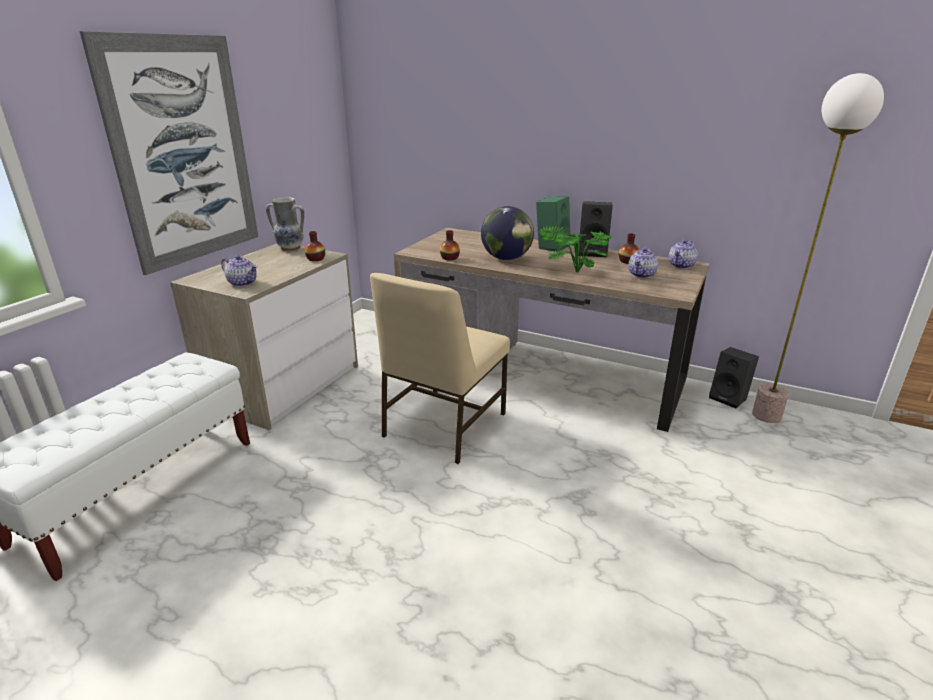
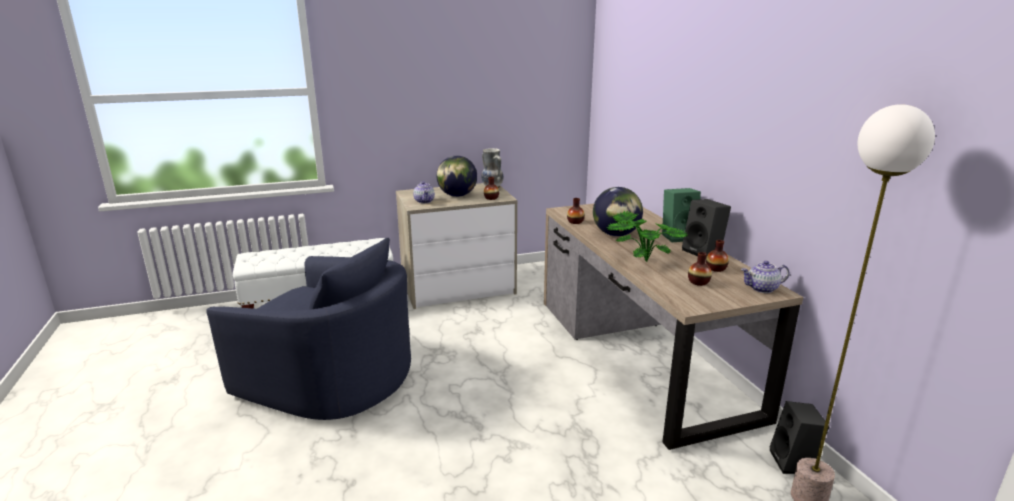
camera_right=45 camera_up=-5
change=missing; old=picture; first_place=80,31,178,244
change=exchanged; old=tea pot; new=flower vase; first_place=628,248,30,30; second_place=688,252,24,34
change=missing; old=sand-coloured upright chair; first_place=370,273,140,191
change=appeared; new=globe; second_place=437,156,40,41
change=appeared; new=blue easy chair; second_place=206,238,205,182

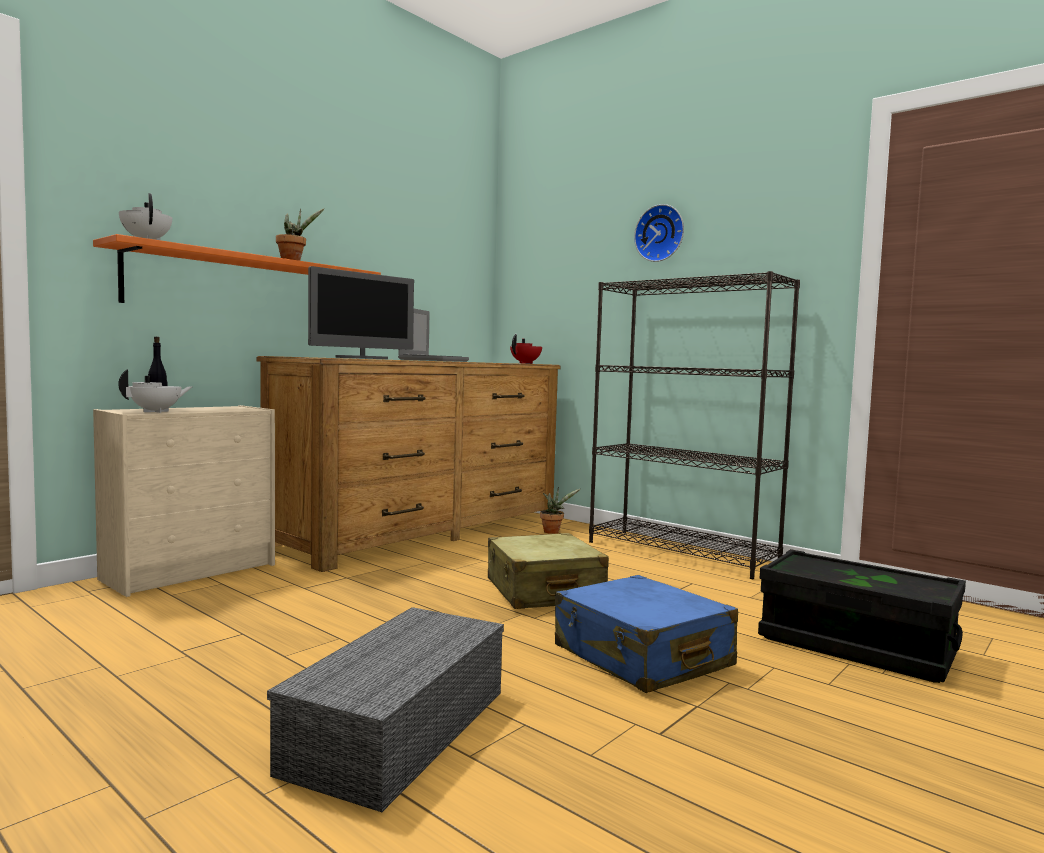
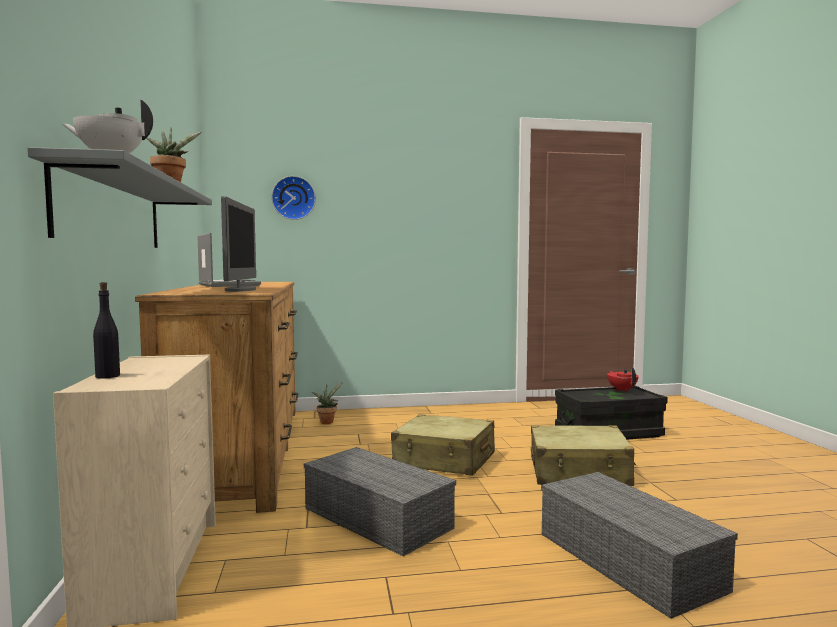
camera_right=-50 camera_up=0
change=relocated; old=clock on the wall; first_place=634,204,50,58; second_place=271,176,45,44
change=colour; old=orange-coloured bracket shelf; new=gray bracket shelf; first_place=93,234,288,69; second_place=27,147,185,101
change=missing; old=black shelving unit; first_place=589,271,211,308
change=relocated; old=red tea pot; first_place=510,334,32,30; second_place=607,367,32,25
change=missing; old=white tea pot; first_place=118,369,74,44
change=colour; old=blue travel case; new=sand-coloured travel case; first_place=555,575,183,118; second_place=531,425,105,61
change=appeared; new=gray storage container; second_place=304,447,152,109

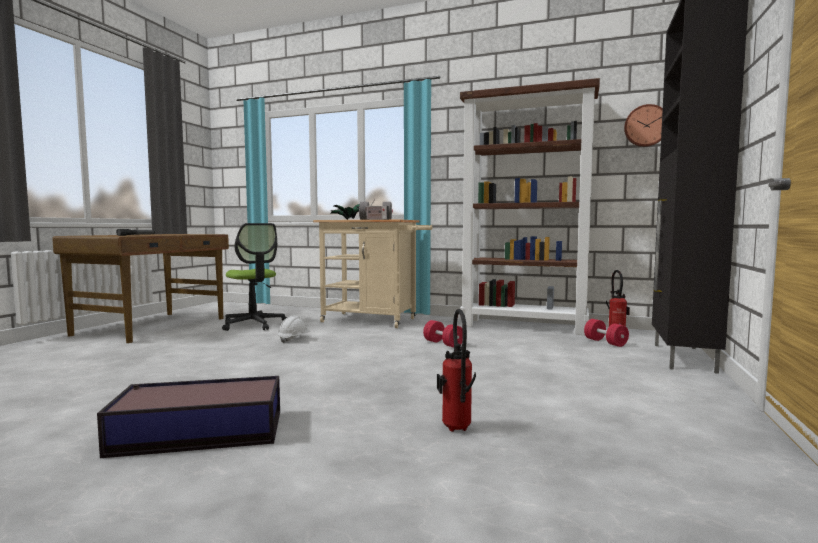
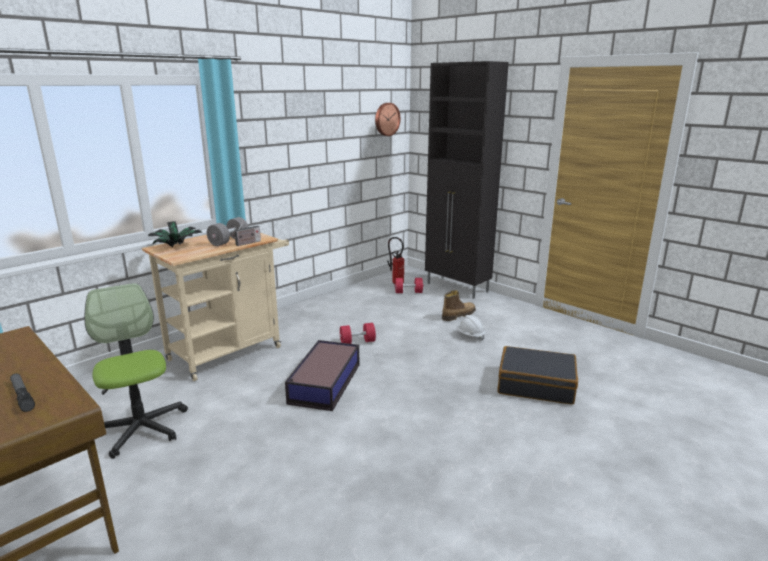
camera_right=-65 camera_up=15
change=missing; old=brownish shelving unit; first_place=460,78,140,257
change=spun; old=desk chair; first_place=222,223,65,108; second_place=84,283,104,176; degrees=-105
change=exchanged; old=extinguisher; new=black travel case; first_place=437,309,39,123; second_place=497,346,81,58
change=relocated; old=white work helmet; first_place=278,316,32,27; second_place=456,315,30,26
change=relocated; old=storage container; first_place=97,376,183,82; second_place=285,340,75,71
change=appeared; new=tall boot; second_place=442,290,34,31

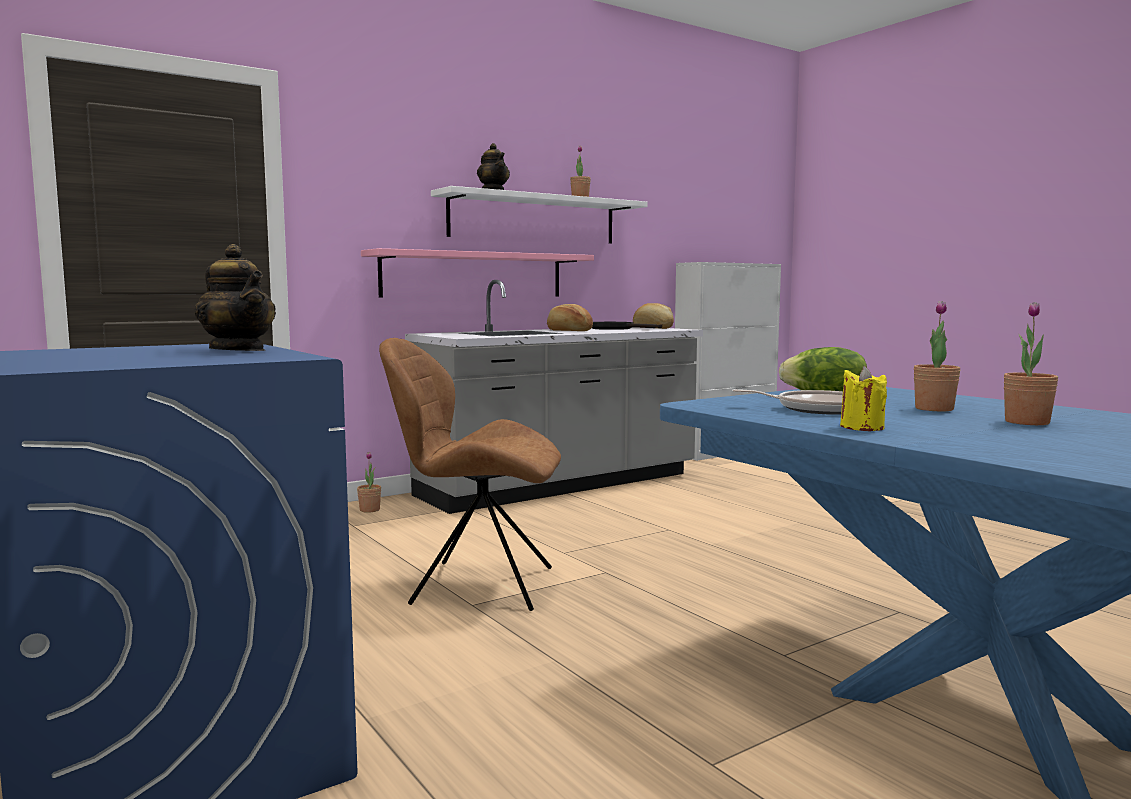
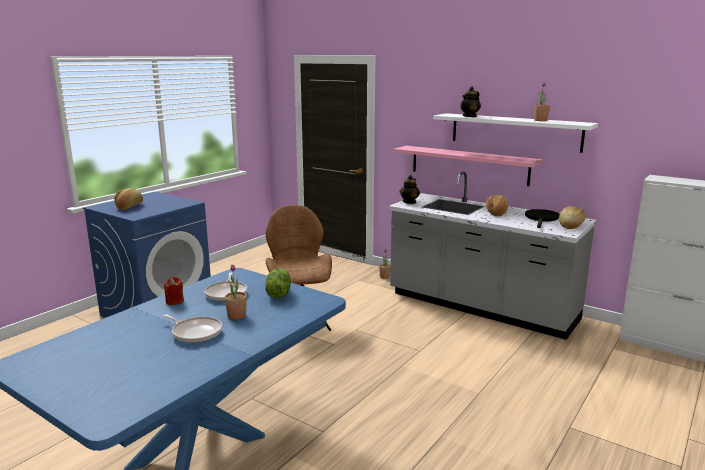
camera_right=70 camera_up=10
change=relocated; old=tea pot; first_place=195,244,81,107; second_place=400,175,20,29
change=exchanged; old=plant in a pot; new=frying pan; first_place=1003,302,55,123; second_place=162,314,60,29
change=colour; old=yellowish candle; new=red candle; first_place=840,366,47,65; second_place=163,277,21,28
change=appeared; new=bakery bread; second_place=114,188,29,22

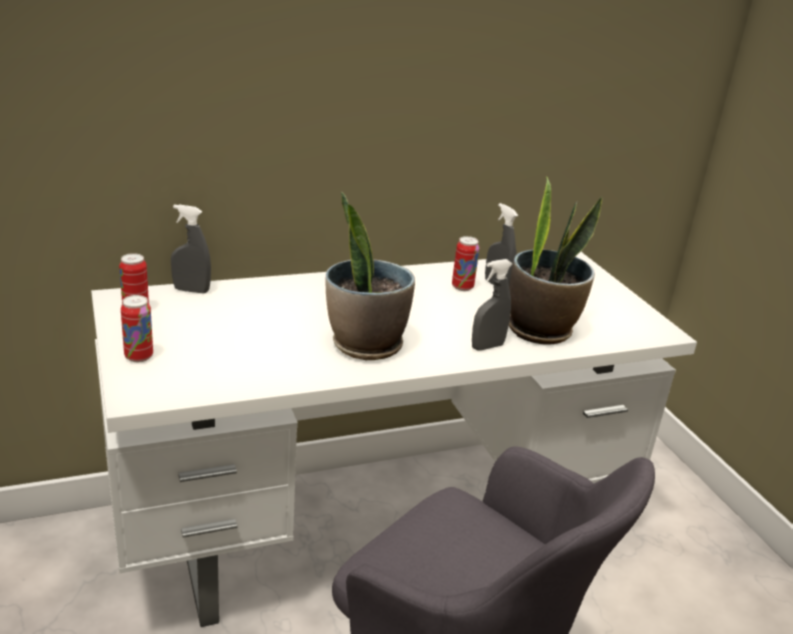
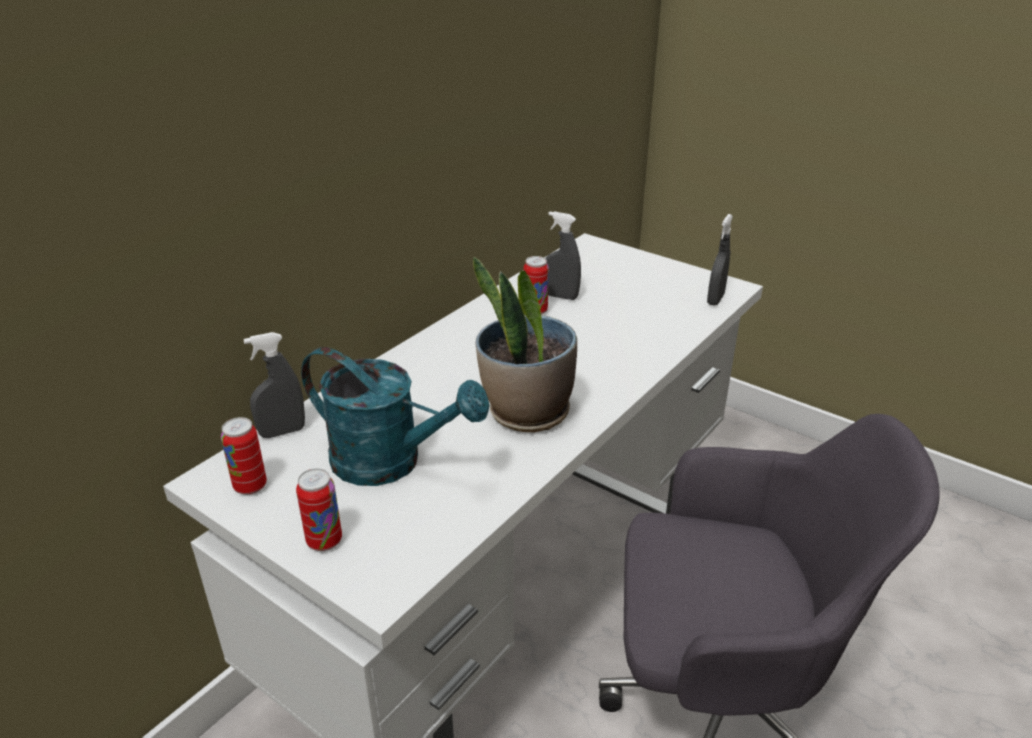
camera_right=-30 camera_up=5
change=missing; old=plant in a pot; first_place=509,176,93,168
change=relocated; old=gray sprayer; first_place=472,259,41,92; second_place=707,214,26,92
change=appeared; new=blue-green sprinkling can; second_place=301,347,189,139

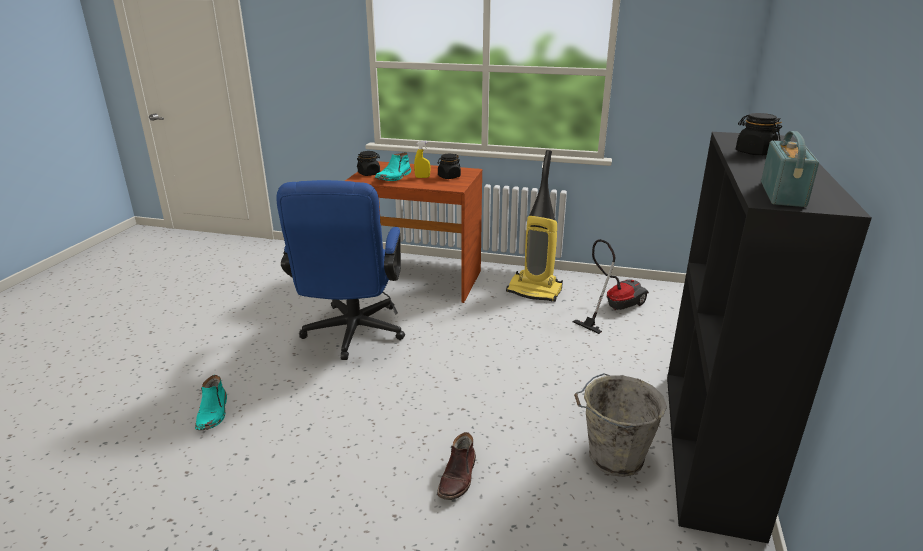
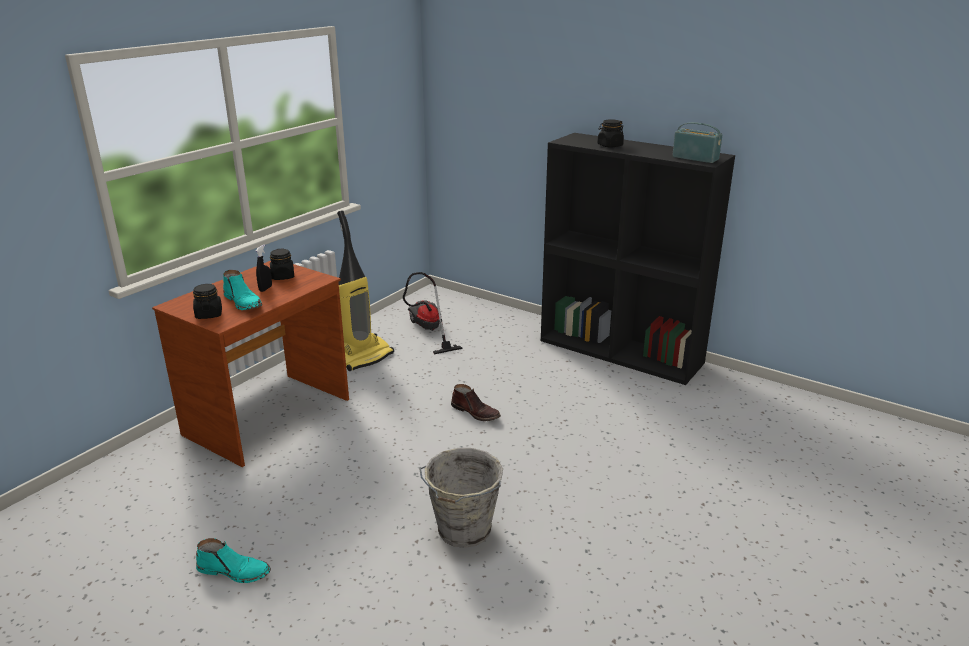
camera_right=-70 camera_up=0
change=colour; old=yellowish sprayer; new=black sprayer; first_place=414,141,16,37; second_place=256,244,16,48
change=missing; old=blue desk chair; first_place=277,180,128,180
change=relocated; old=gray bucket; first_place=574,373,93,104; second_place=419,448,84,100
change=relocated; old=blue-green tall boot; first_place=195,375,32,55; second_place=196,538,75,45
change=relocated; old=brownish tall boot; first_place=437,432,39,68; second_place=451,384,50,37

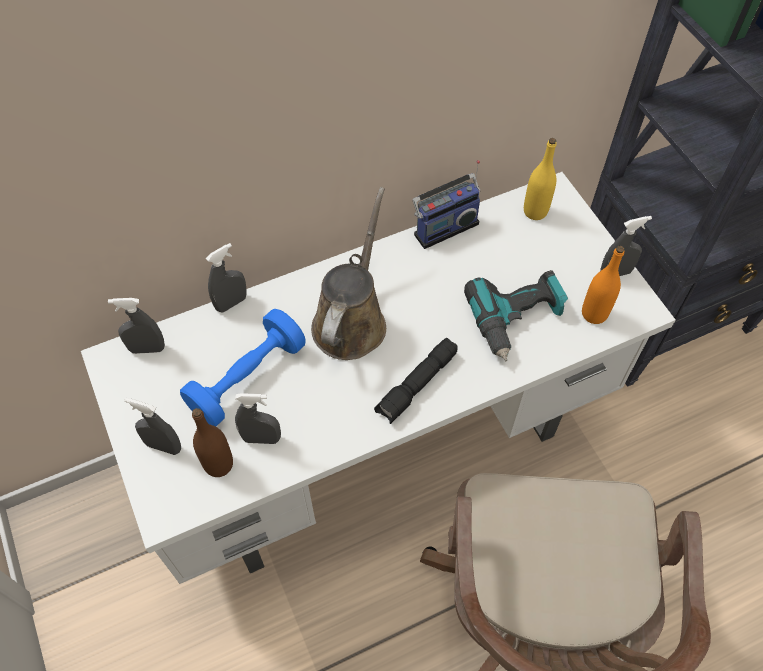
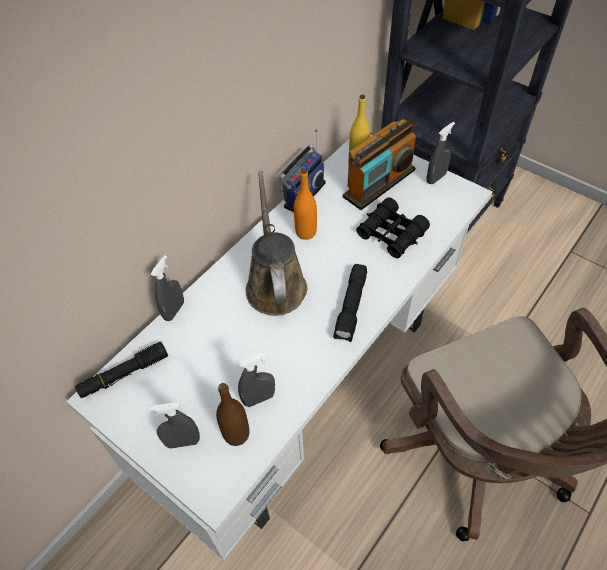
camera_right=-25 camera_up=-5
change=relocated; old=orange-coloured drink bottle; first_place=582,246,42,78; second_place=294,168,23,72
change=exchanged; old=drill; new=black binoculars; first_place=464,270,104,92; second_place=356,197,74,61
change=exchanged; old=gray sprayer; new=black flashlight; first_place=108,298,57,56; second_place=75,342,93,56
change=missing; old=blue dumbbell; first_place=180,309,126,118
change=appeared; new=radio receiver; second_place=343,116,75,94

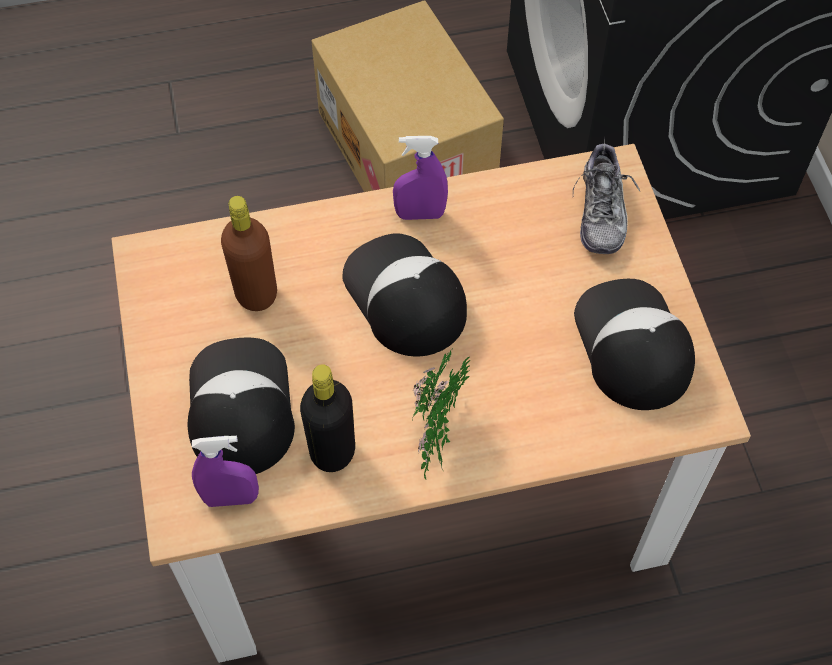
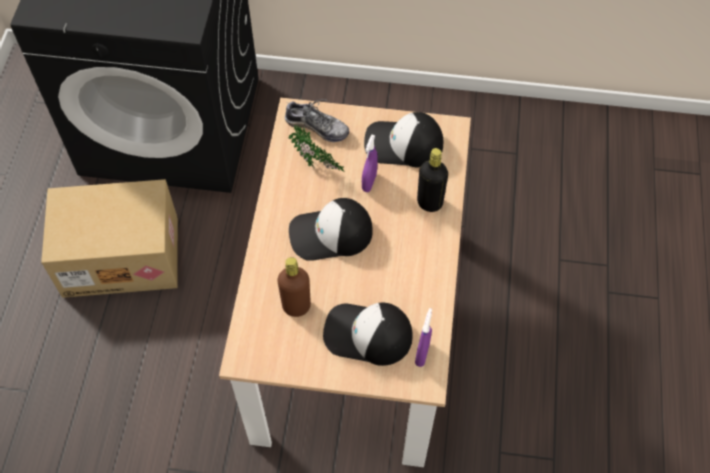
camera_right=-70 camera_up=0
change=relocated; old=purple sprayer; first_place=393,136,55,84; second_place=362,134,16,58
change=relocated; old=plant in a pot; first_place=412,348,59,132; second_place=289,125,55,47
change=relocated; old=black drink bottle; first_place=300,364,55,108; second_place=417,148,31,64

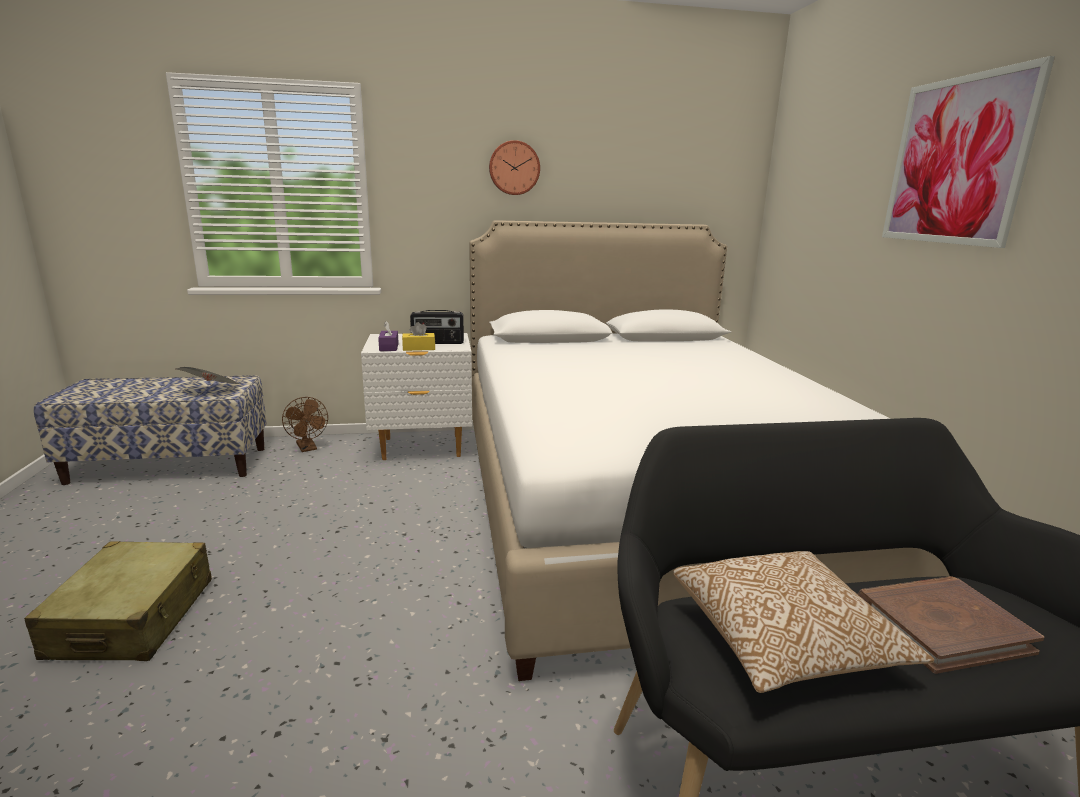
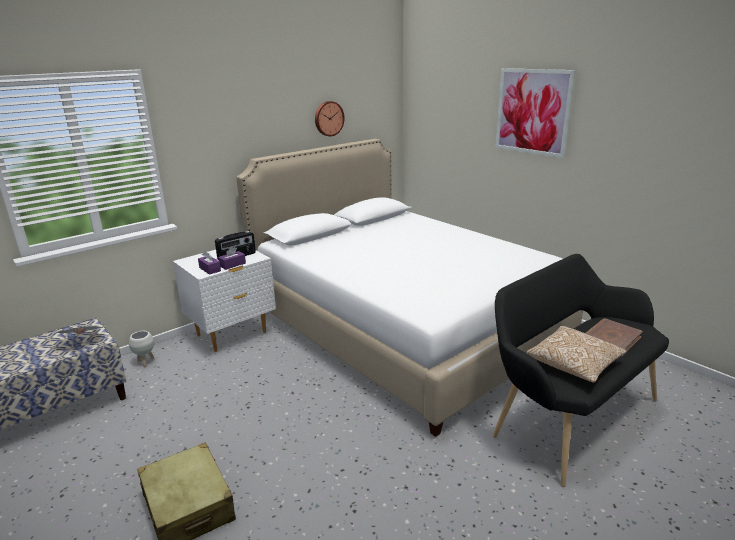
camera_right=-30 camera_up=5
change=relocated; old=clock on the wall; first_place=489,140,51,55; second_place=315,101,30,35
change=colour; old=yellowish box of tissues; new=purple box of tissues; first_place=402,322,33,29; second_place=218,247,28,23
change=exchanged; old=brownish cooling fan; new=white flower pot; first_place=282,397,46,55; second_place=129,331,26,36

